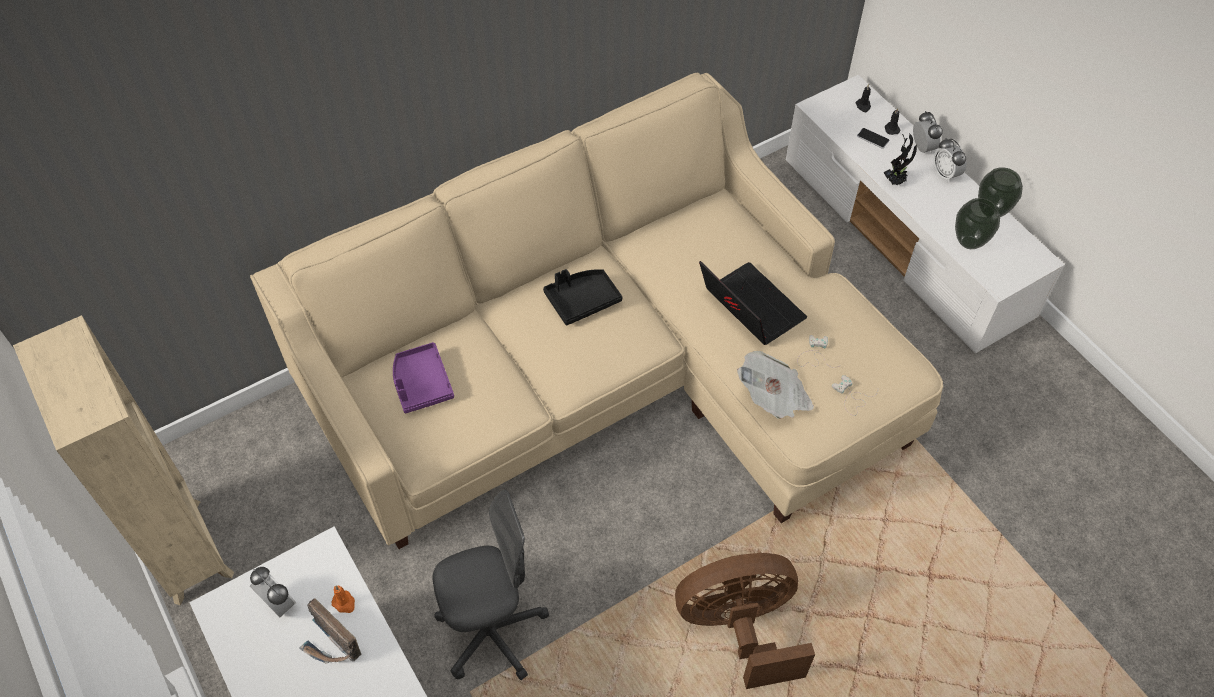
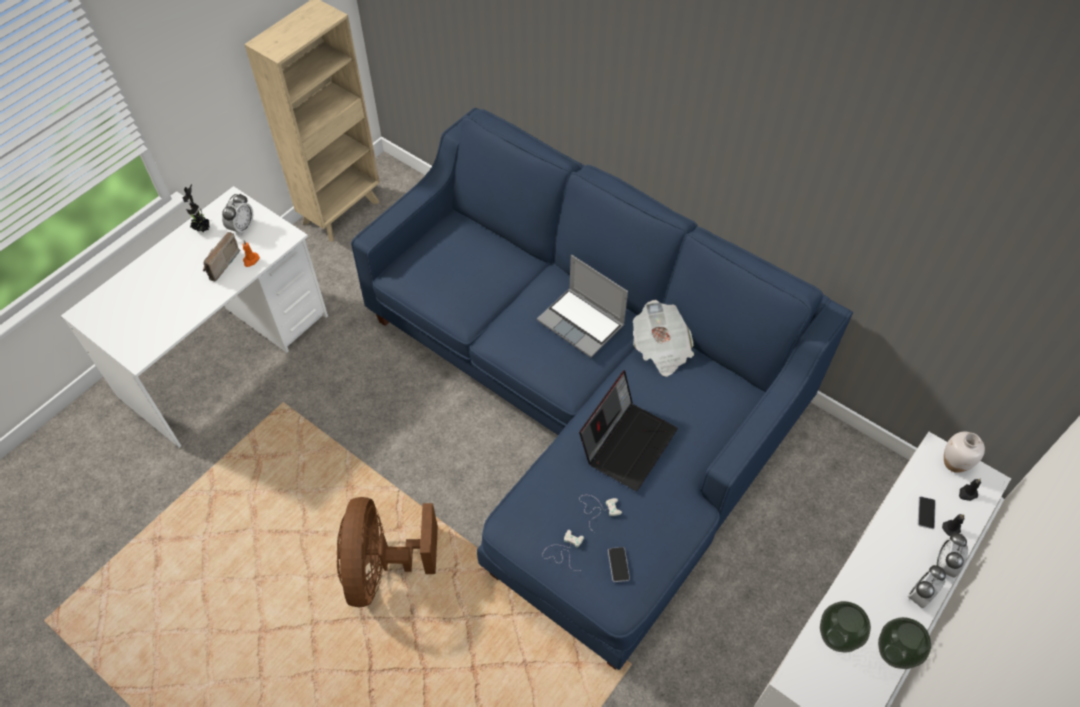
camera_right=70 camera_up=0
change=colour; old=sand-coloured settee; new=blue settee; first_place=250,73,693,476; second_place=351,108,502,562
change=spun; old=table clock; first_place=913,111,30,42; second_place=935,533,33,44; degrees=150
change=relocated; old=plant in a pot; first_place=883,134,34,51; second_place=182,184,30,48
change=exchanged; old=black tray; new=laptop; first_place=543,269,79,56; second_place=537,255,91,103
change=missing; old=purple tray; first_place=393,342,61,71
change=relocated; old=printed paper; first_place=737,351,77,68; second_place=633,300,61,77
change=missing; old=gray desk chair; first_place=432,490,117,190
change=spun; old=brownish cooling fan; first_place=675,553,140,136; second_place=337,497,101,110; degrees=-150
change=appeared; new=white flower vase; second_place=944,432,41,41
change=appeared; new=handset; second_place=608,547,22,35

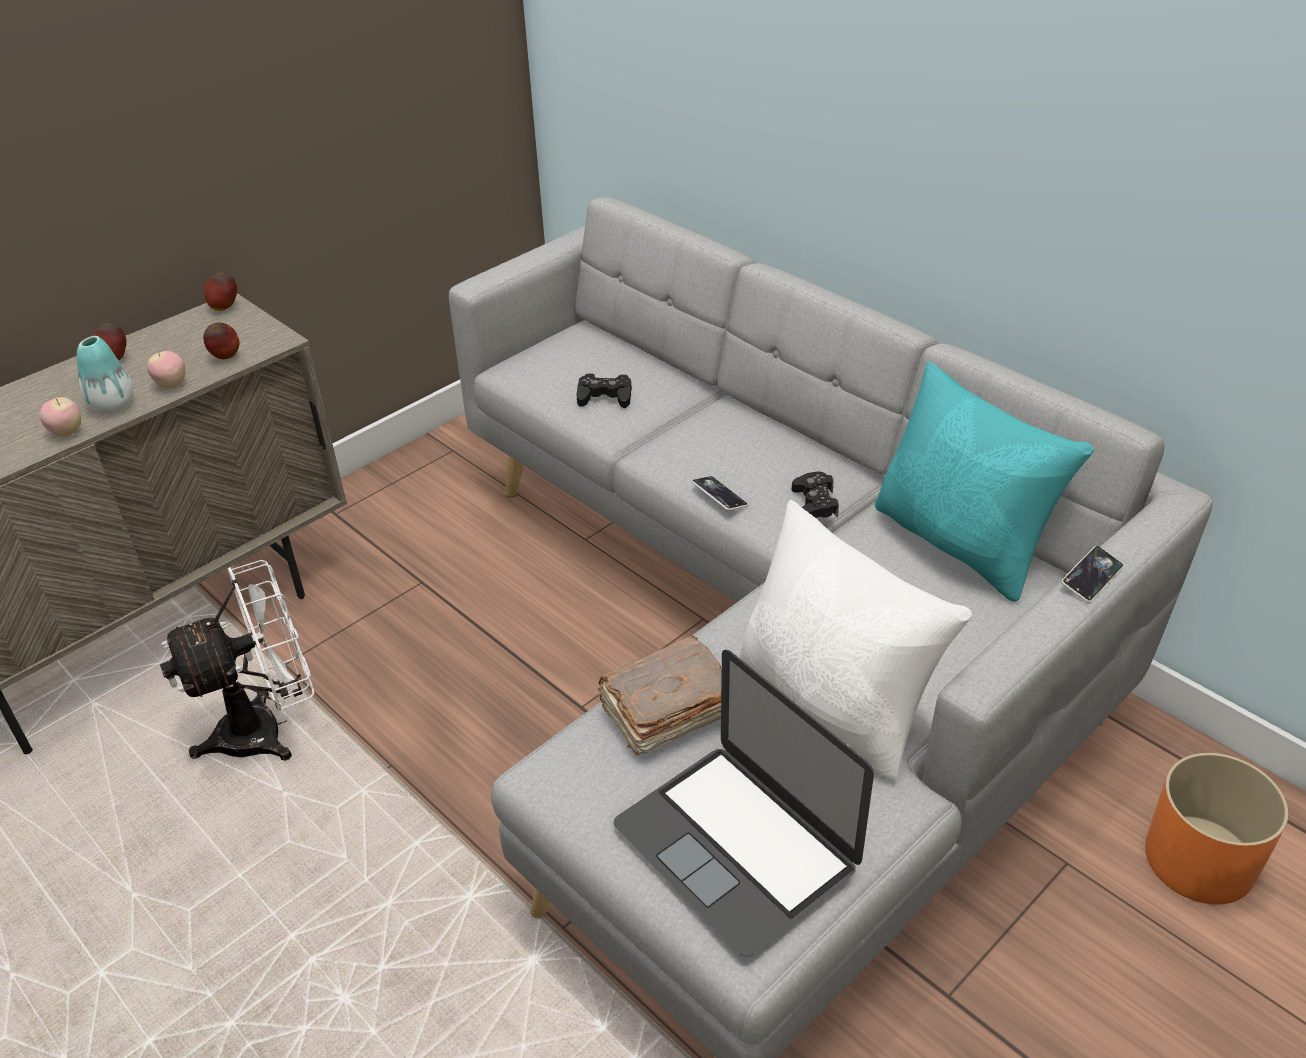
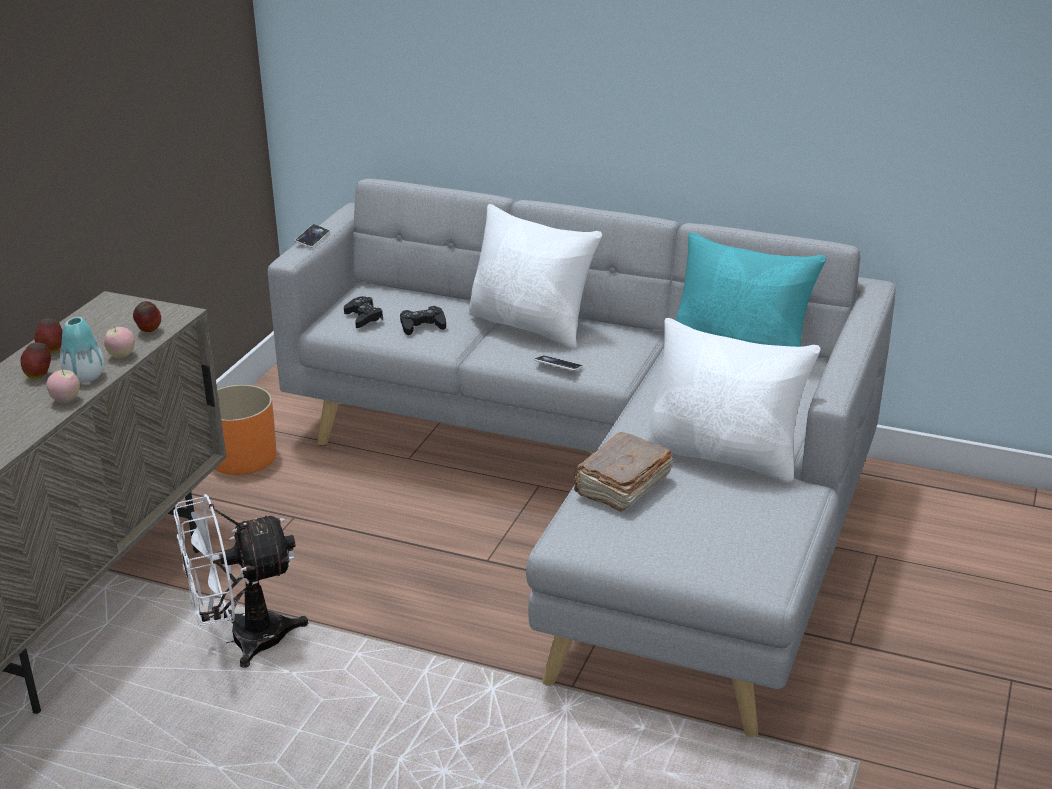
camera_right=-25 camera_up=-10
change=relocated; old=apple; first_place=204,272,33,39; second_place=20,343,31,36
change=relocated; old=black joypad; first_place=792,471,47,47; second_place=344,296,39,32
change=relocated; old=handset; first_place=1061,546,63,57; second_place=295,224,35,24
change=spun; old=white cooling fan; first_place=160,560,154,201; second_place=173,494,135,174; degrees=-150
change=missing; old=laptop; first_place=613,650,261,306
change=relocated; old=orange-coloured flower pot; first_place=1145,753,143,151; second_place=215,385,62,90
change=appeared; new=white cushion; second_place=468,204,134,145

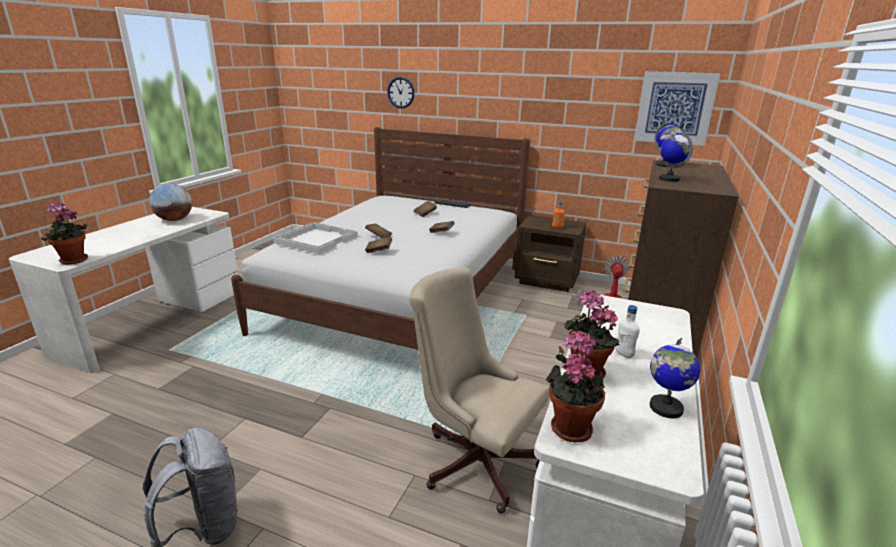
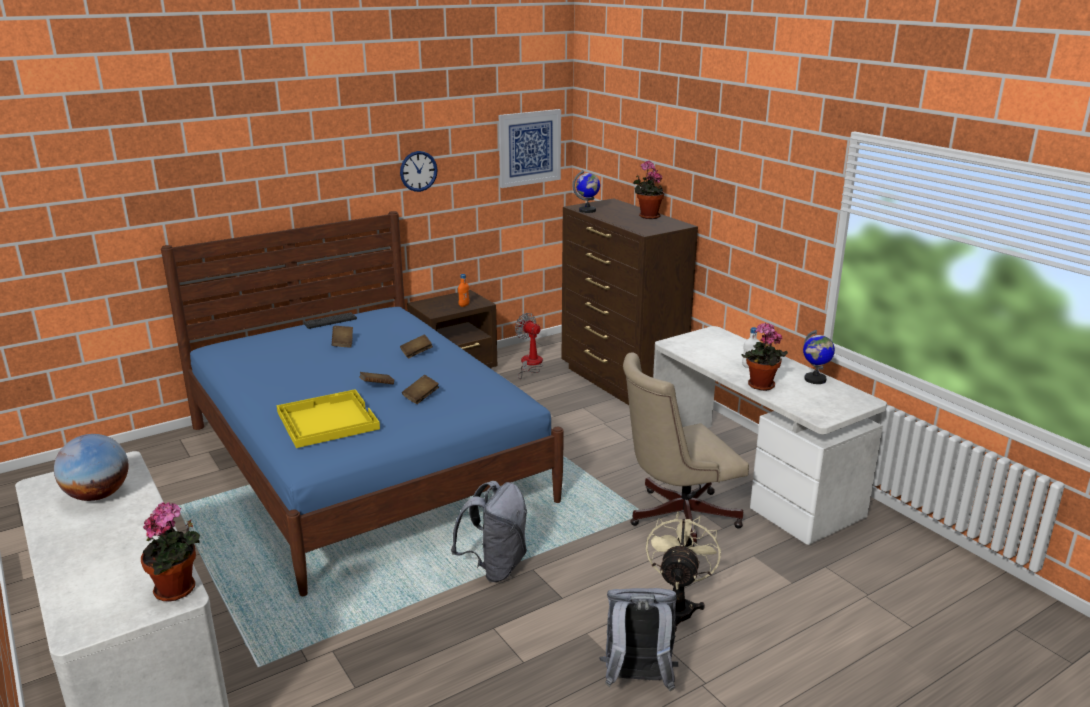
camera_right=-55 camera_up=0
change=relocated; old=clock on the wall; first_place=387,77,28,31; second_place=400,151,38,41
change=colour; old=white sleeping bed; new=blue sleeping bed; first_place=231,127,299,223; second_place=161,211,403,385
change=missing; old=globe; first_place=659,132,34,50
change=colour; old=white tray; new=yellowish tray; first_place=273,222,85,32; second_place=277,389,103,59
change=relocated; old=plant in a pot; first_place=546,331,59,111; second_place=633,161,31,58
change=appeared; new=gray backpack; second_place=451,481,76,101
change=appeared; new=sand-coloured cooling fan; second_place=646,511,75,121

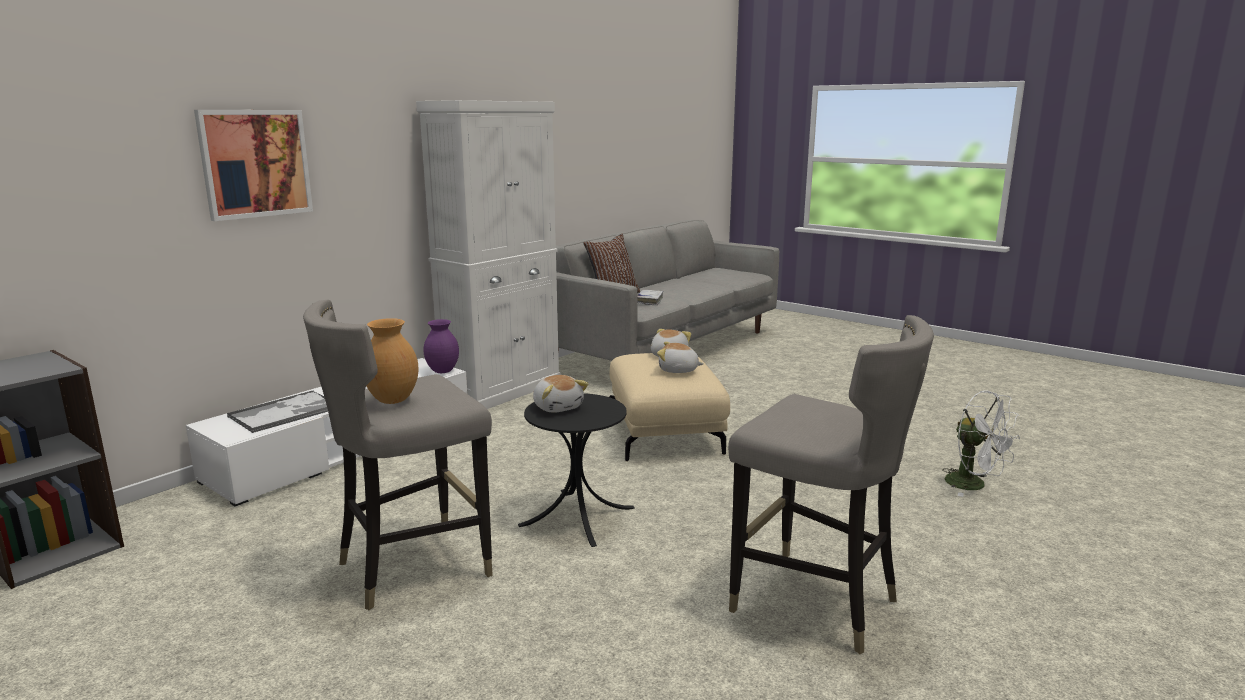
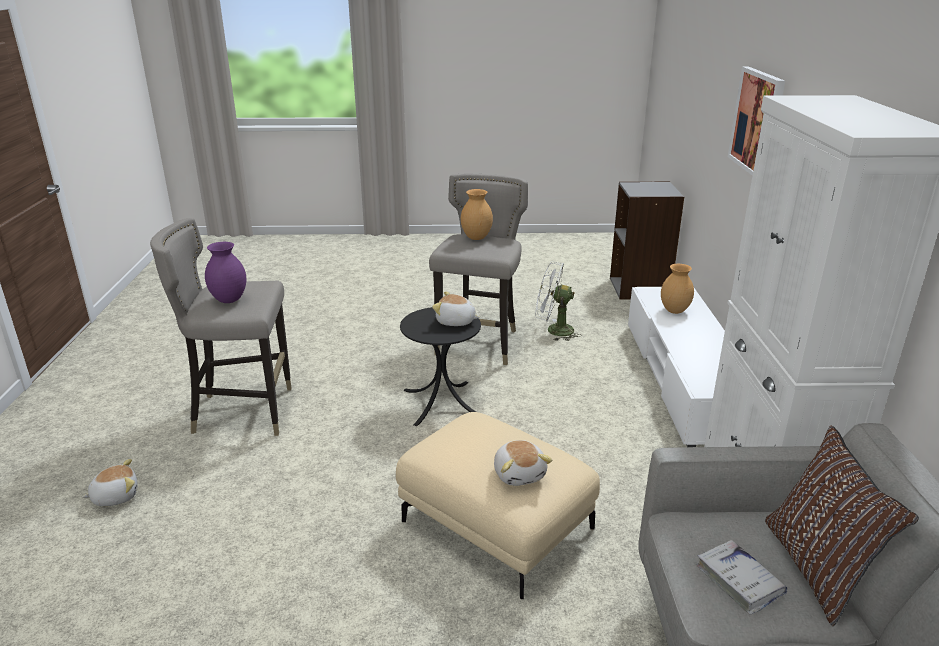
camera_right=140 camera_up=10
change=relocated; old=purple flower vase; first_place=423,319,36,54; second_place=205,242,41,61
change=relocated; old=plush toy; first_place=657,342,47,31; second_place=82,459,56,47
change=exchanged; old=tray; new=brownish flower vase; first_place=227,390,101,43; second_place=661,264,33,50
change=relocated; old=white cooling fan; first_place=942,390,78,107; second_place=535,261,47,80

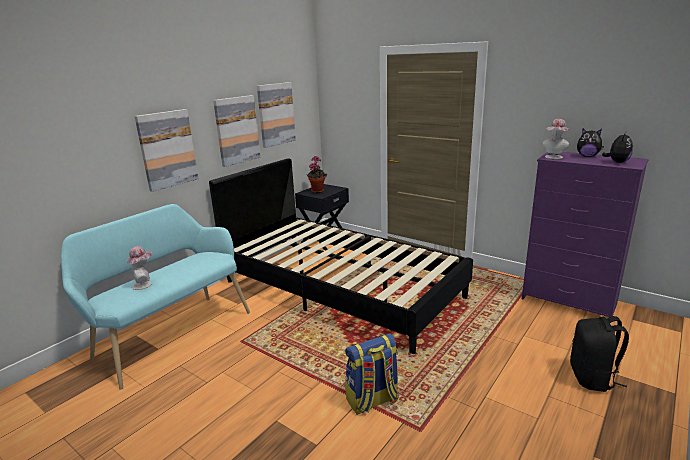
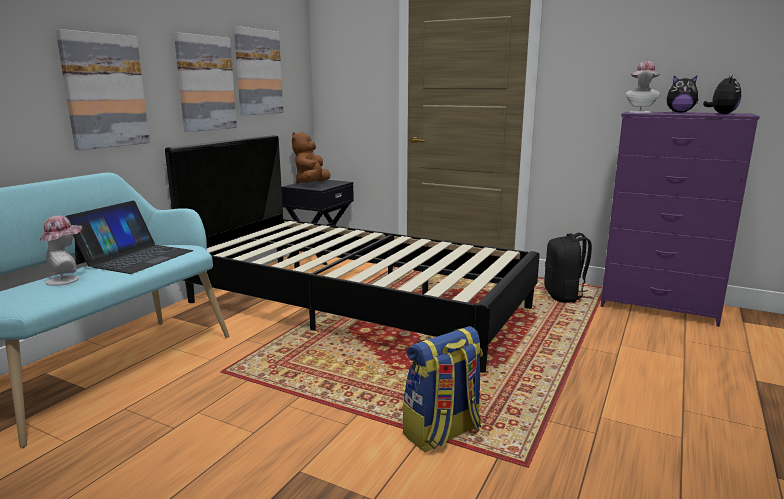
camera_right=-10 camera_up=-5
change=exchanged; old=plant in a pot; new=brownish plush toy; first_place=307,156,20,37; second_place=292,132,38,52
change=relocated; old=black backpack; first_place=570,316,59,76; second_place=544,233,50,70
change=appeared; new=laptop; second_place=65,200,128,74

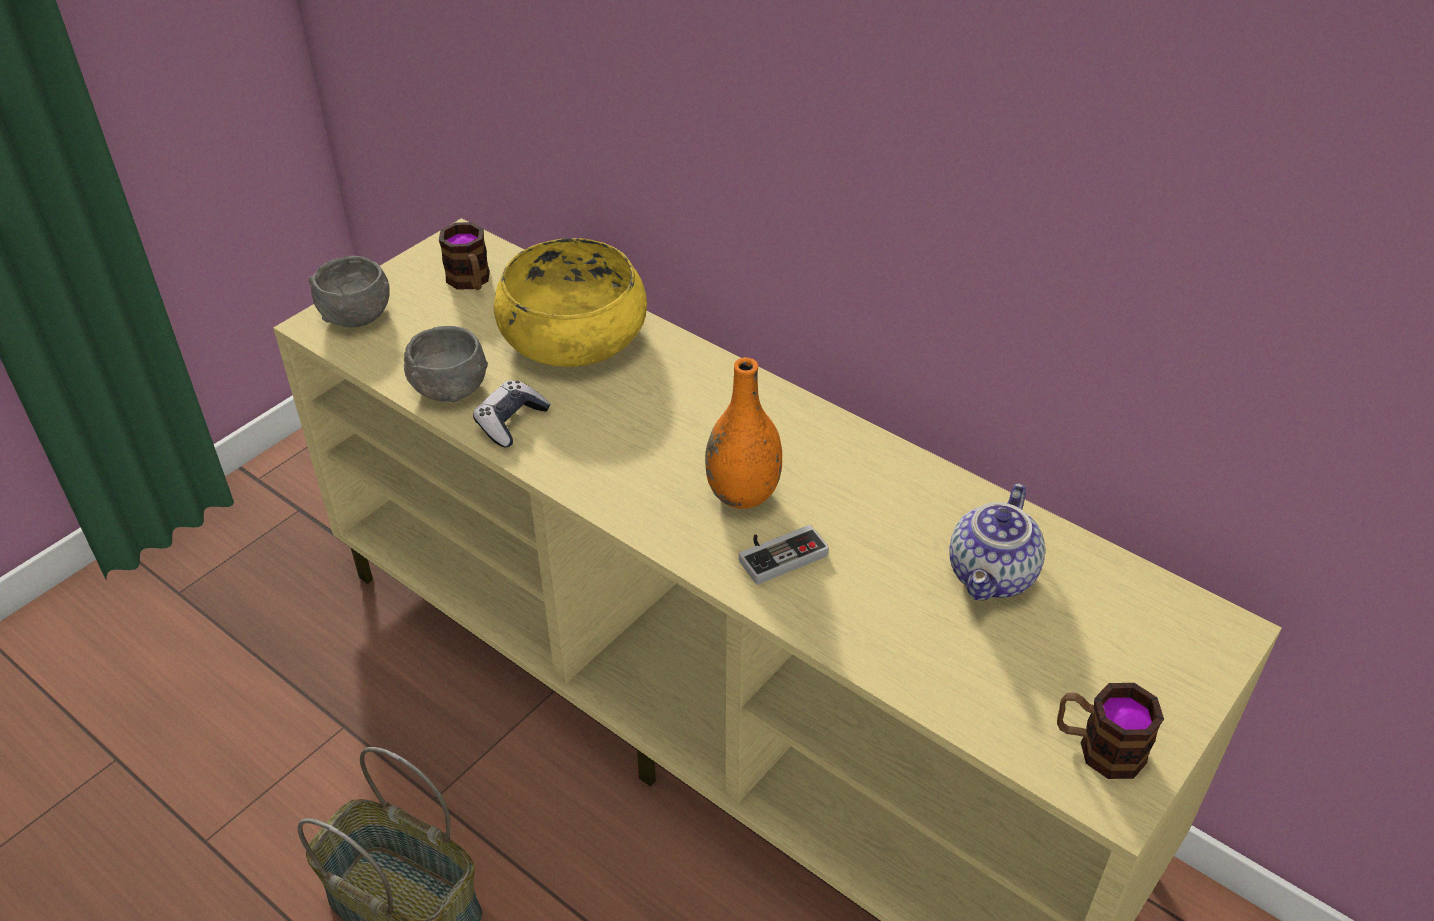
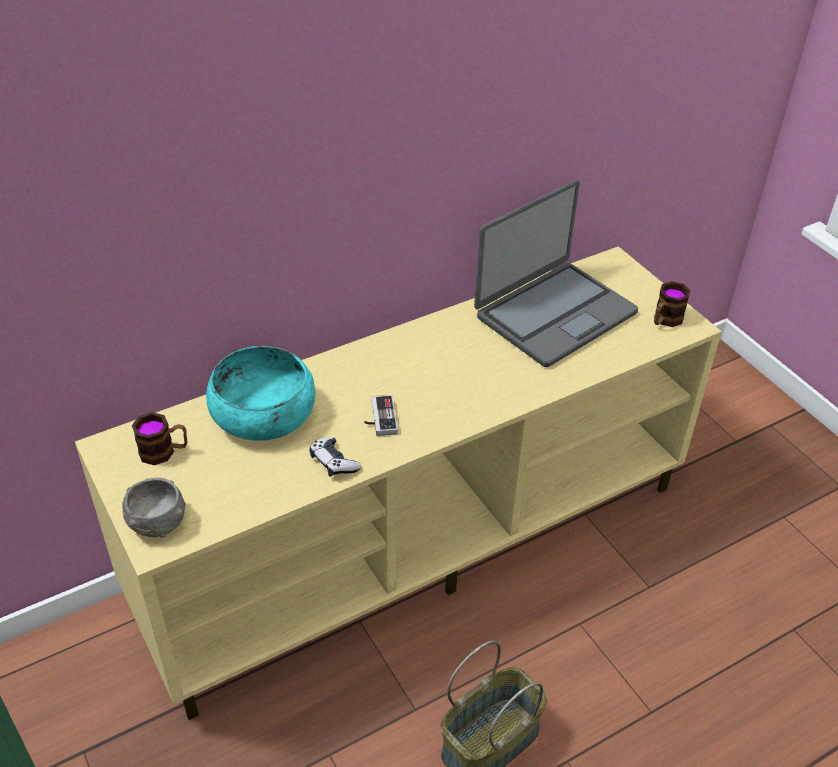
camera_right=-70 camera_up=0
change=colour; old=yellowish serving bowl; new=blue-green serving bowl; first_place=494,238,153,129; second_place=206,346,110,95
change=missing; old=gray serving bowl; first_place=404,326,84,76
change=missing; old=orange-coloured flower vase; first_place=705,357,77,152
change=exchanged; old=tea pot; new=laptop; first_place=949,483,96,118; second_place=474,180,164,187
change=relocated; old=joypad; first_place=739,525,90,60; second_place=364,395,34,41

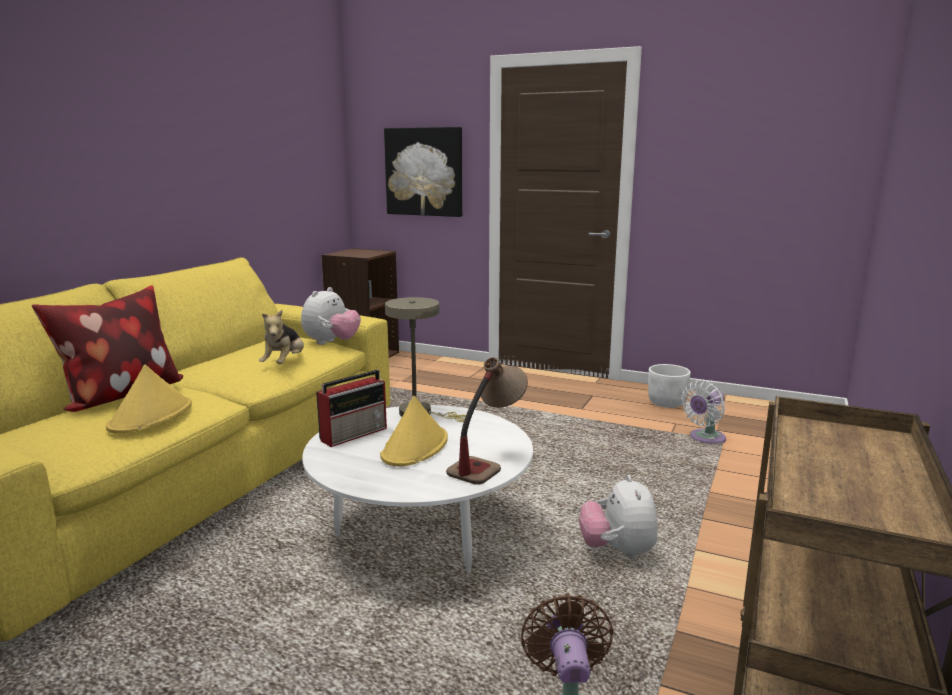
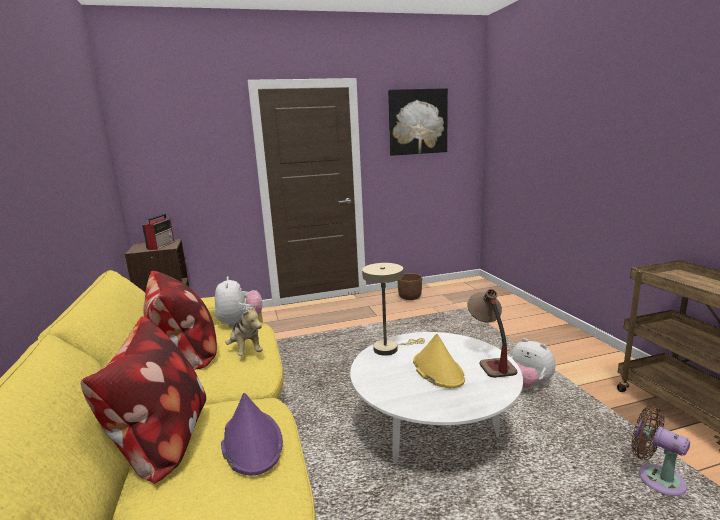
camera_right=-40 camera_up=0
change=relocated; old=picture; first_place=384,127,78,90; second_place=388,88,60,68
change=colour; old=white flower pot; new=brownish flower pot; first_place=648,364,43,44; second_place=397,273,25,27
change=colour; old=yellowish clothing hat; new=purple clothing hat; first_place=105,365,87,69; second_place=221,393,62,83
change=relocated; old=radio receiver; first_place=316,370,71,77; second_place=142,214,32,36
change=missing; old=white cooling fan; first_place=681,380,45,64
change=appeared; new=cushion; second_place=143,271,74,99

